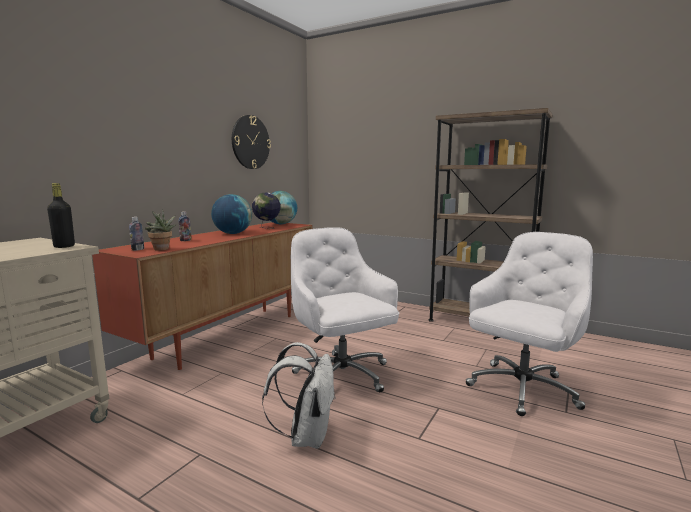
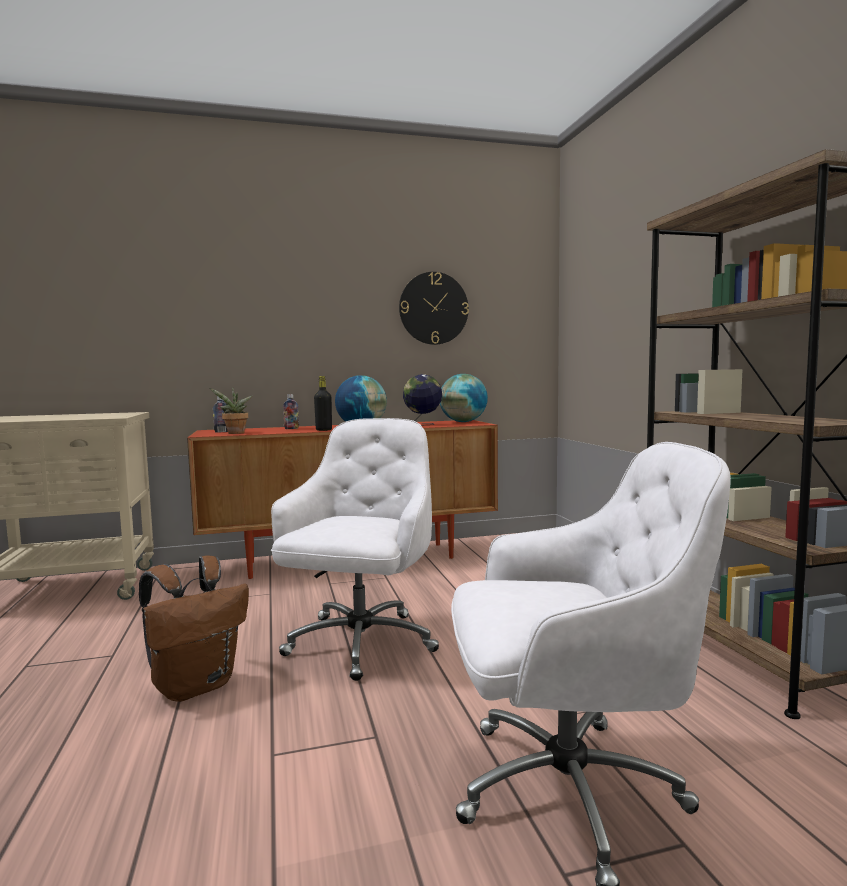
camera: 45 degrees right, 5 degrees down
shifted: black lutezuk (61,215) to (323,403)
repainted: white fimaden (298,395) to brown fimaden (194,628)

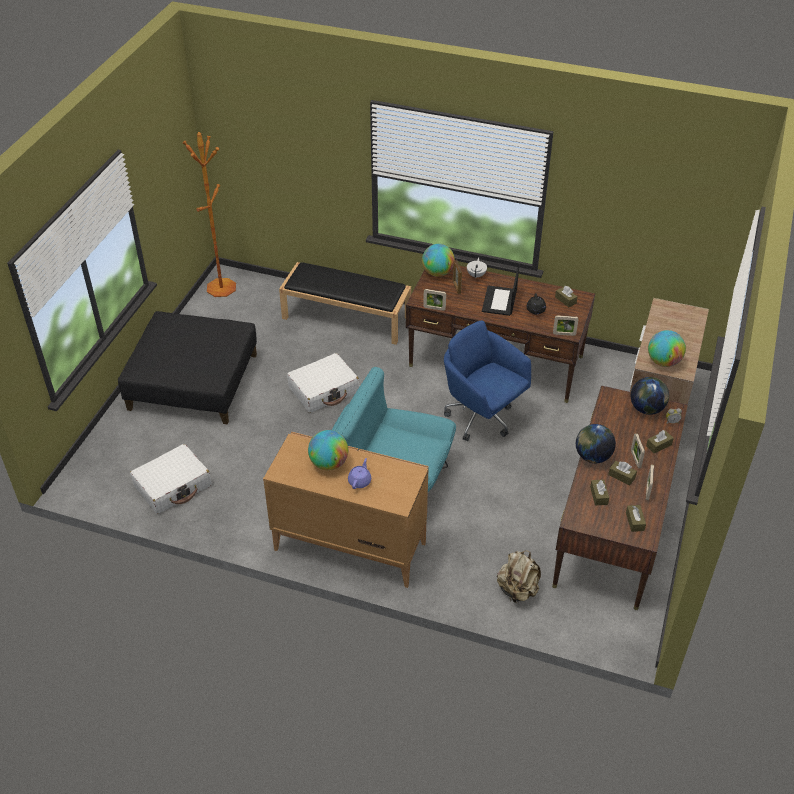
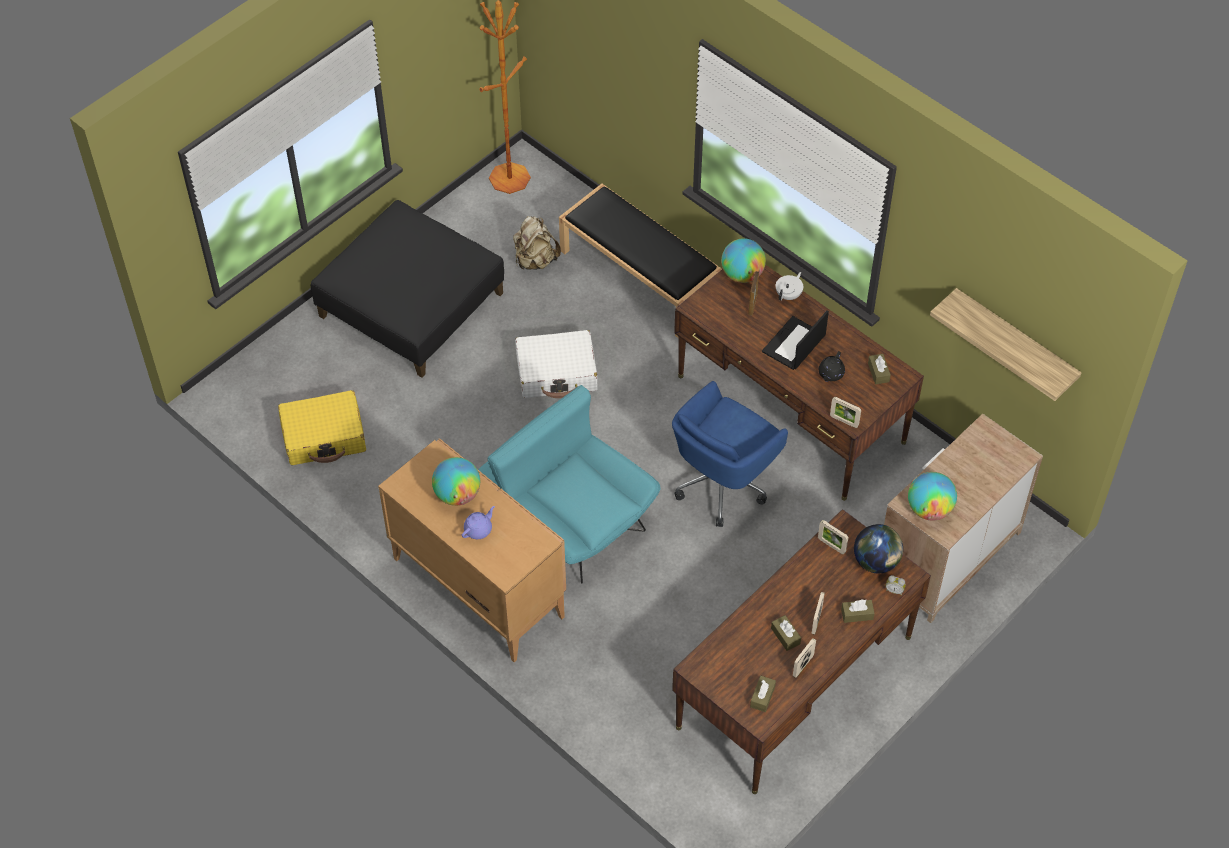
camera: 25 degrees right, 10 degrees up
gone: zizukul (596,443); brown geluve (599,493)
new: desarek (1006,344)
shifted: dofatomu (434,300) to (833,537); beige fimaden (519,576) to (537,243)
repainted: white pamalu (170,479) to yellow pamalu (322,427)
rotated: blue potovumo (487,381) = (730,454) 120 degrees counterclockwise

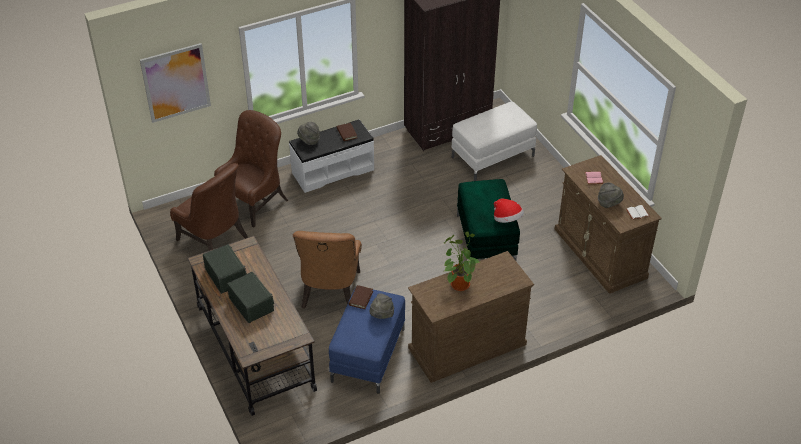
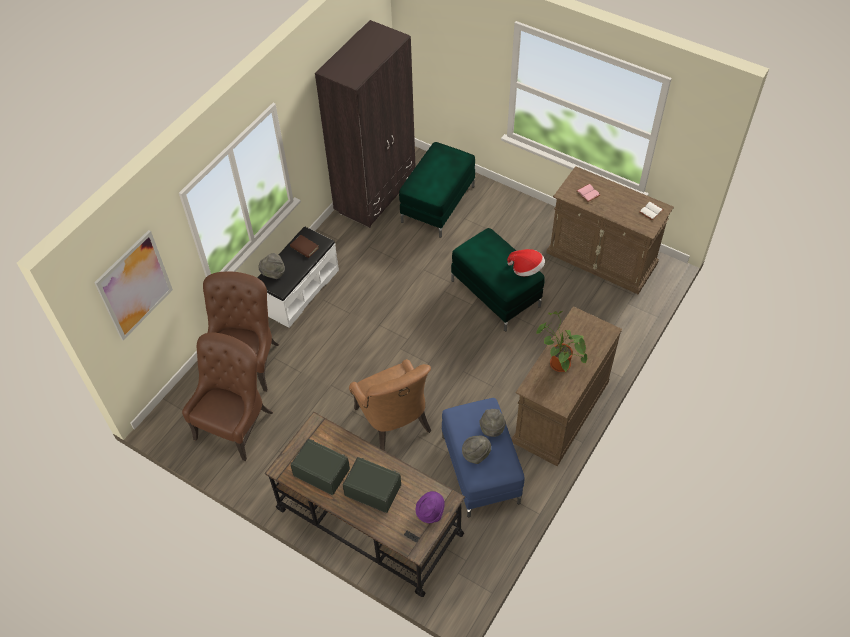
camera: 30 degrees left, 10 degrees up
gone: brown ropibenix (361,297)
new: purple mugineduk (430,507)
shifted: grey mugineduk (611,195) to (476,450)
repainted: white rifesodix (494,141) to green rifesodix (437,190)
rotated: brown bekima (209,207) = (227,396) 75 degrees counterclockwise

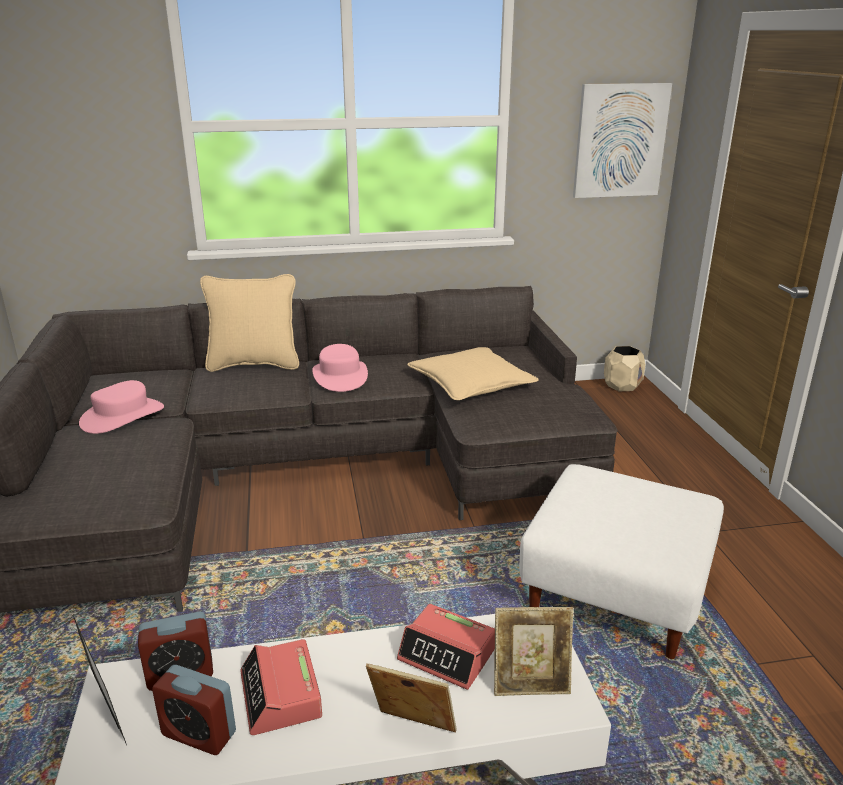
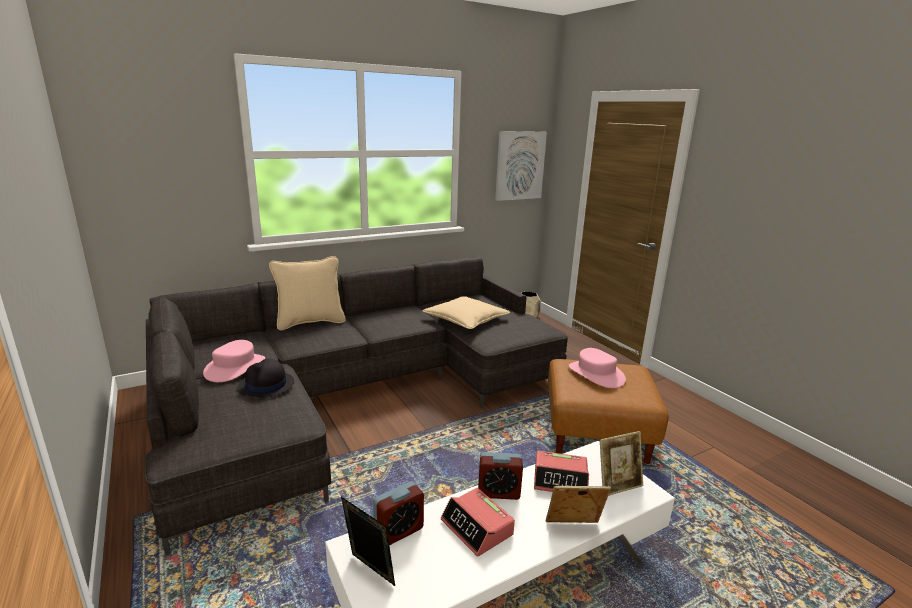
camera: 20 degrees left, 5 degrees down
new: black mugineduk (265,378)
shifted: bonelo (194,710) to (500,476); pink mugineduk (340,368) to (597,368)
repainted: white rifesodix (621,561) to brown rifesodix (608,411)

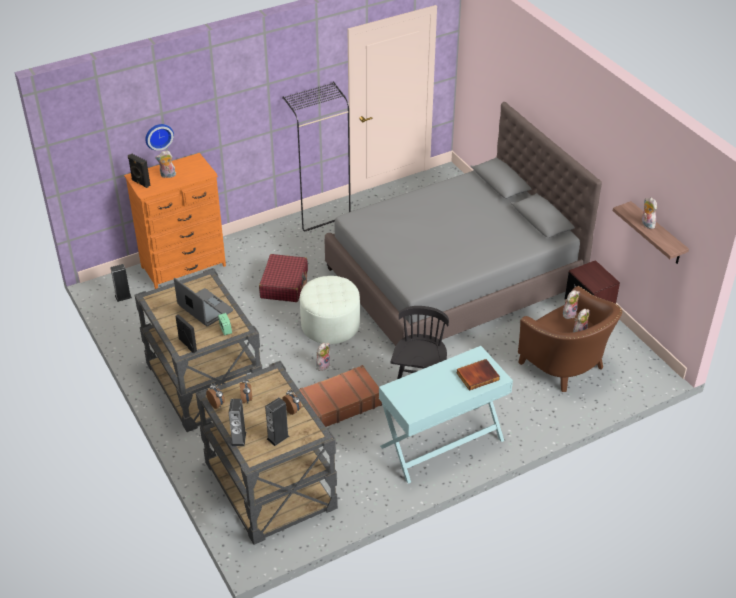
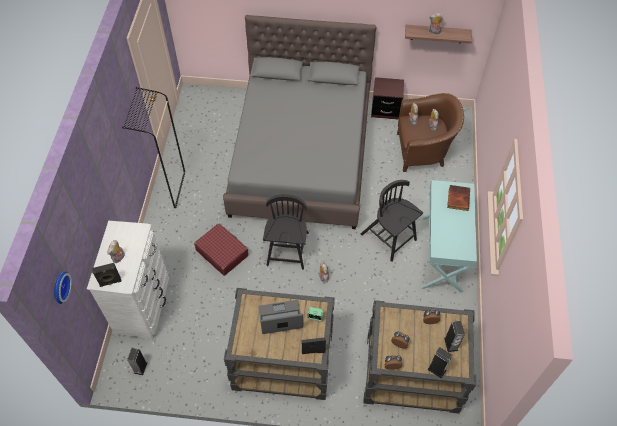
camera: 55 degrees left, 15 degrees up
gone: brown pamalu (340,396)
shifted: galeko (159,137) to (63,287)
swapped: white rifesodix (330,310) to black bekima (286,232)
repainted: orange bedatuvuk (175,221) to white bedatuvuk (128,280)

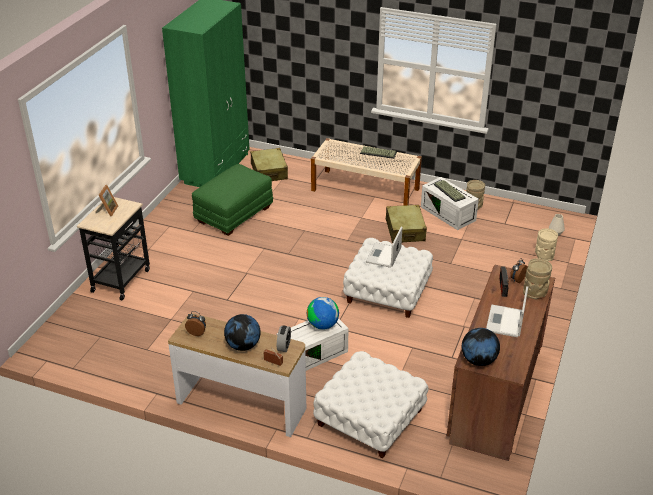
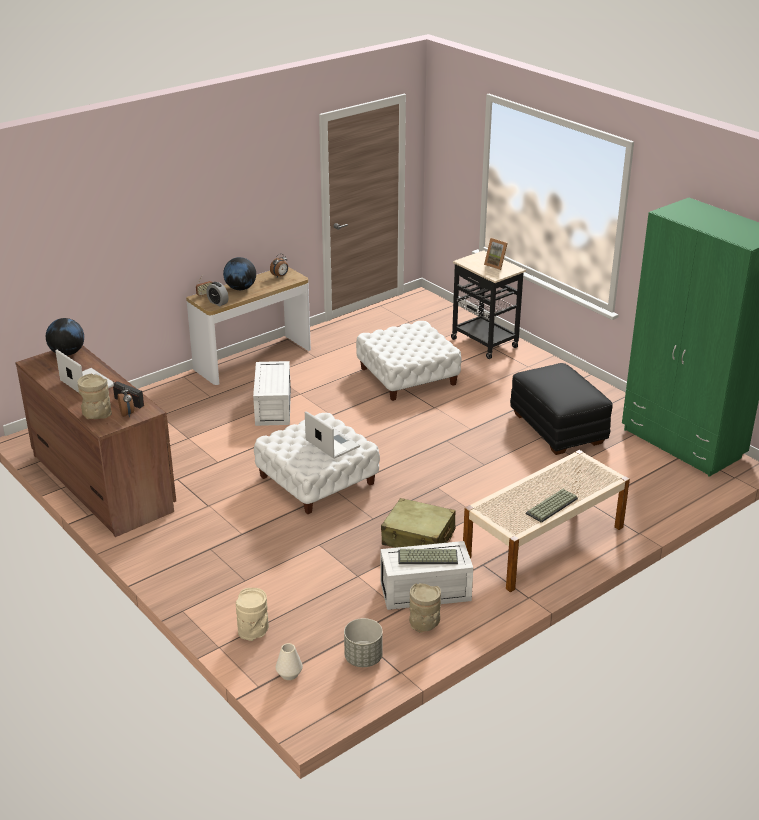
camera: 120 degrees right, 5 degrees down
gone: beige pamalu (269,164); zizukul (323,313)
new: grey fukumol (363,642)
shifted: white rifesodix (370,404) to (409,361)
repainted: green rifesodix (232,200) to black rifesodix (561,409)

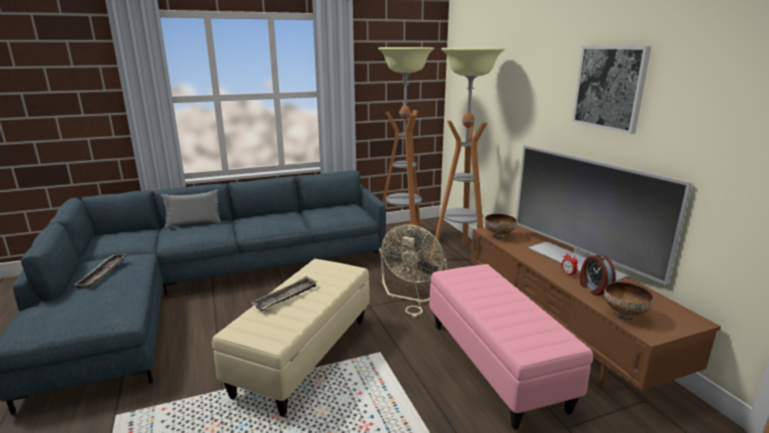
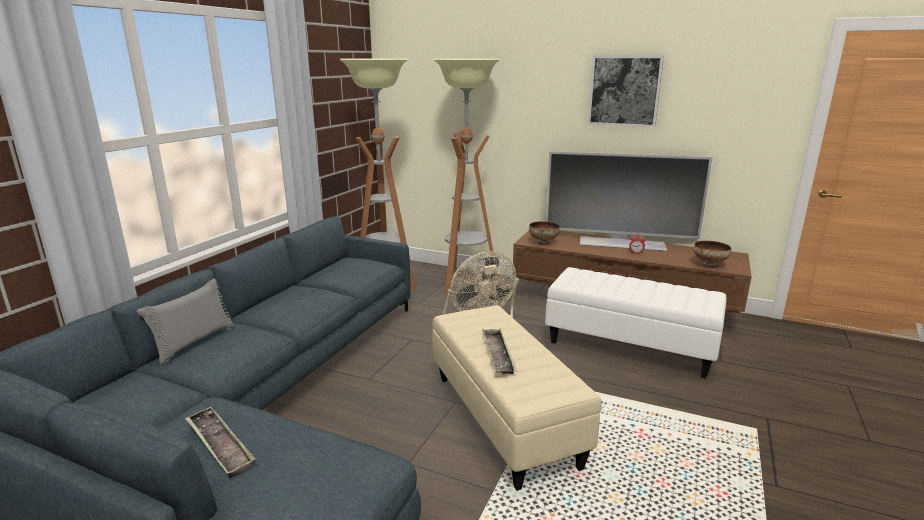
camera: 45 degrees left, 0 degrees up
gone: bonelo (598,275)
repainted: pink rifesodix (511,347) to white rifesodix (636,322)

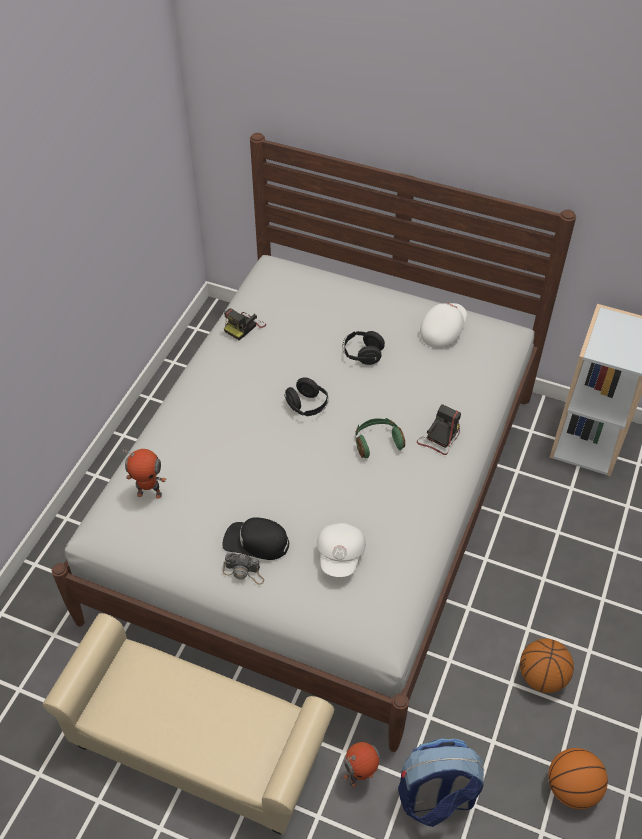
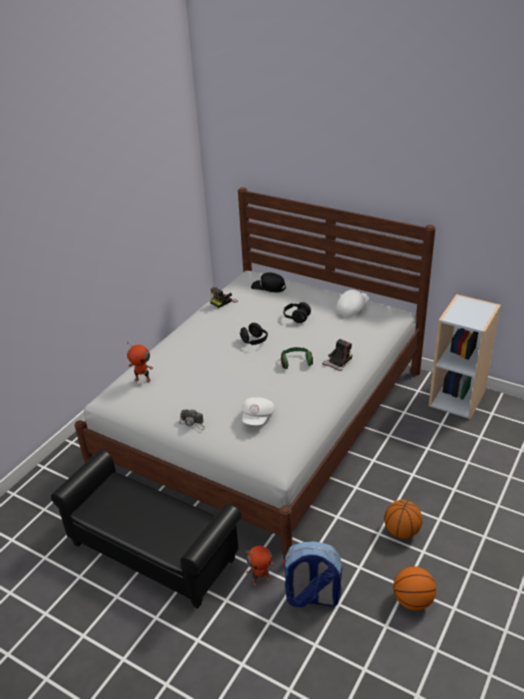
camera: 10 degrees right, 15 degrees down
shifted: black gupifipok (255,538) to (268,282)
repainted: beige rifesodix (188,724) to black rifesodix (146,528)

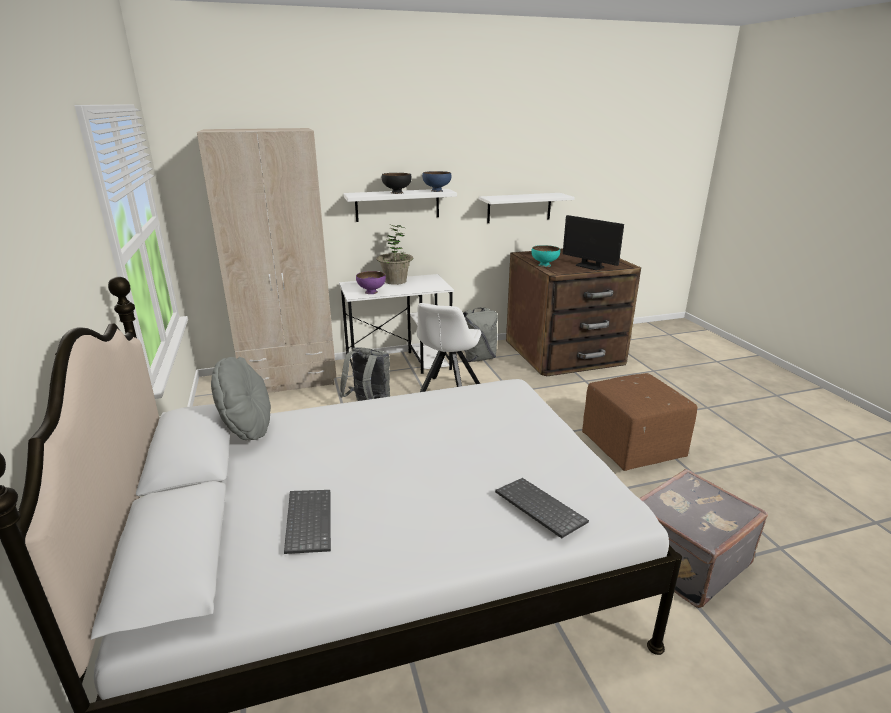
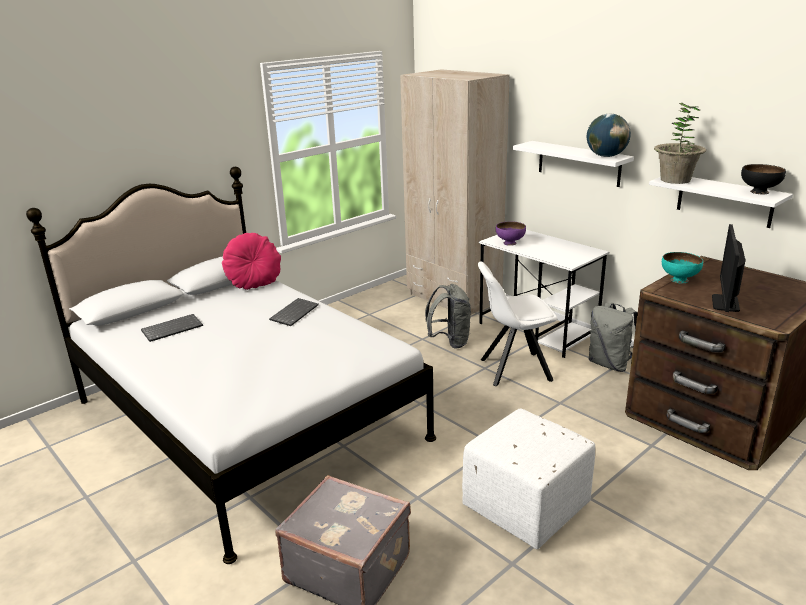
camera: 65 degrees right, 0 degrees up
shifted: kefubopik (394,255) to (680,143); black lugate (397,183) to (763,179); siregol (542,508) to (294,312)
swapped: blue lugate (437,181) to zizukul (609,135)
repainted: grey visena (241,398) to pink visena (251,261); brown rifesodix (639,422) to white rifesodix (528,479)

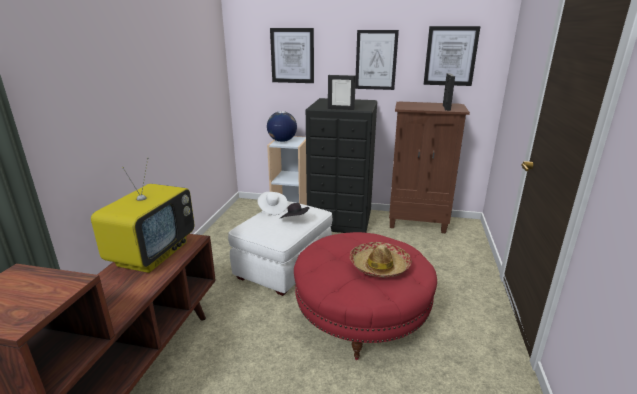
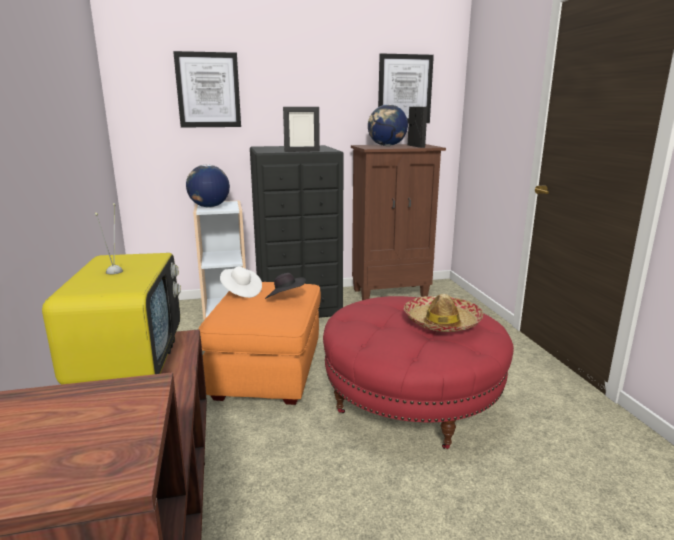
camera: 25 degrees left, 5 degrees down
gone: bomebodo (377,60)
new: zizukul (388,125)
repainted: white rifesodix (280,248) to orange rifesodix (260,343)

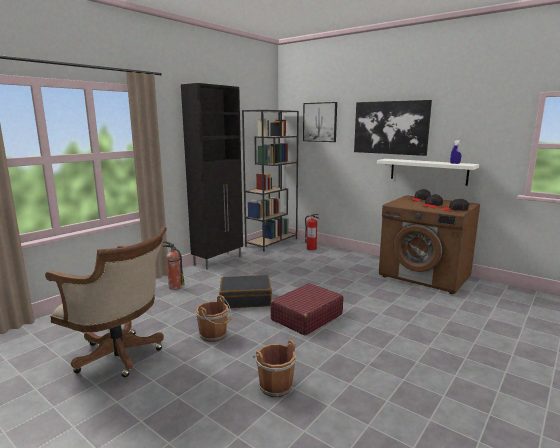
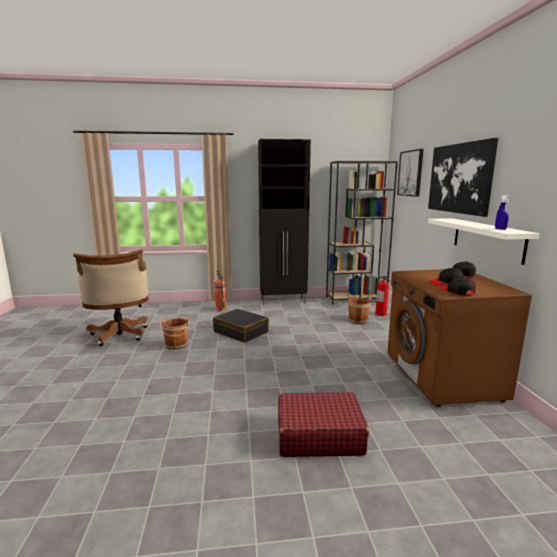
camera: 45 degrees right, 0 degrees up
shifted: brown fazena (274,368) to (359,310); red pamalu (307,309) to (323,424)

